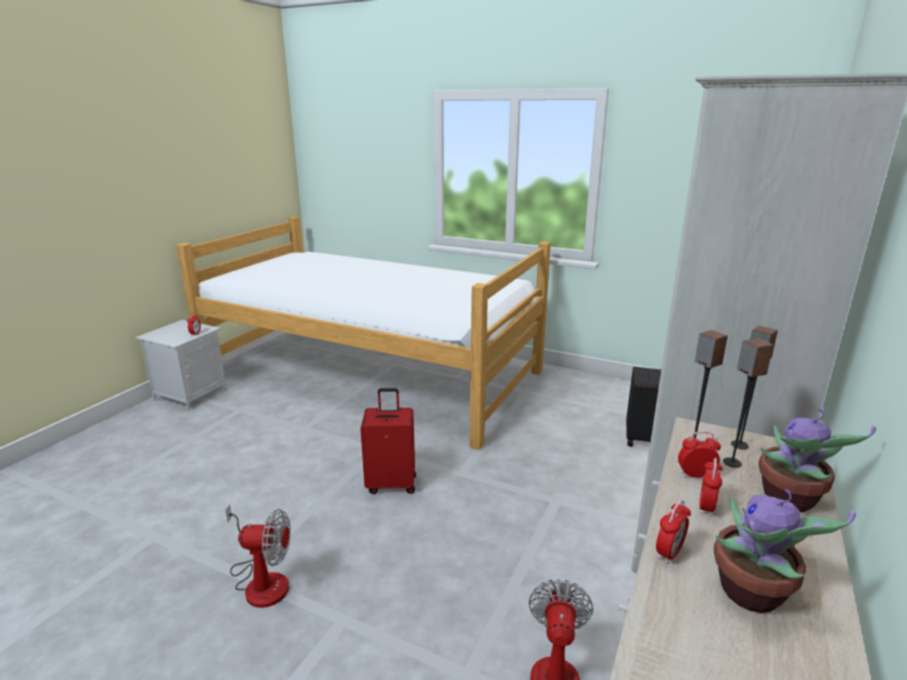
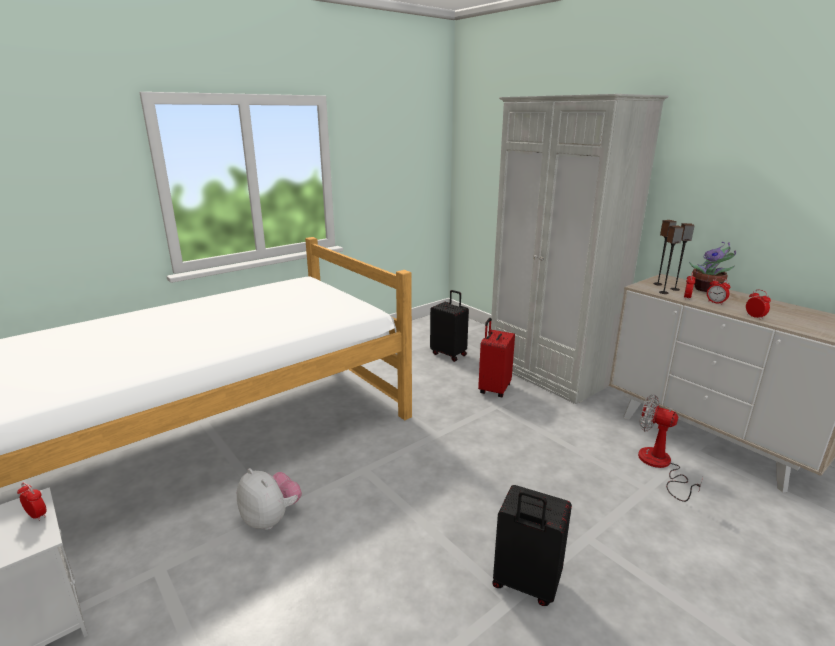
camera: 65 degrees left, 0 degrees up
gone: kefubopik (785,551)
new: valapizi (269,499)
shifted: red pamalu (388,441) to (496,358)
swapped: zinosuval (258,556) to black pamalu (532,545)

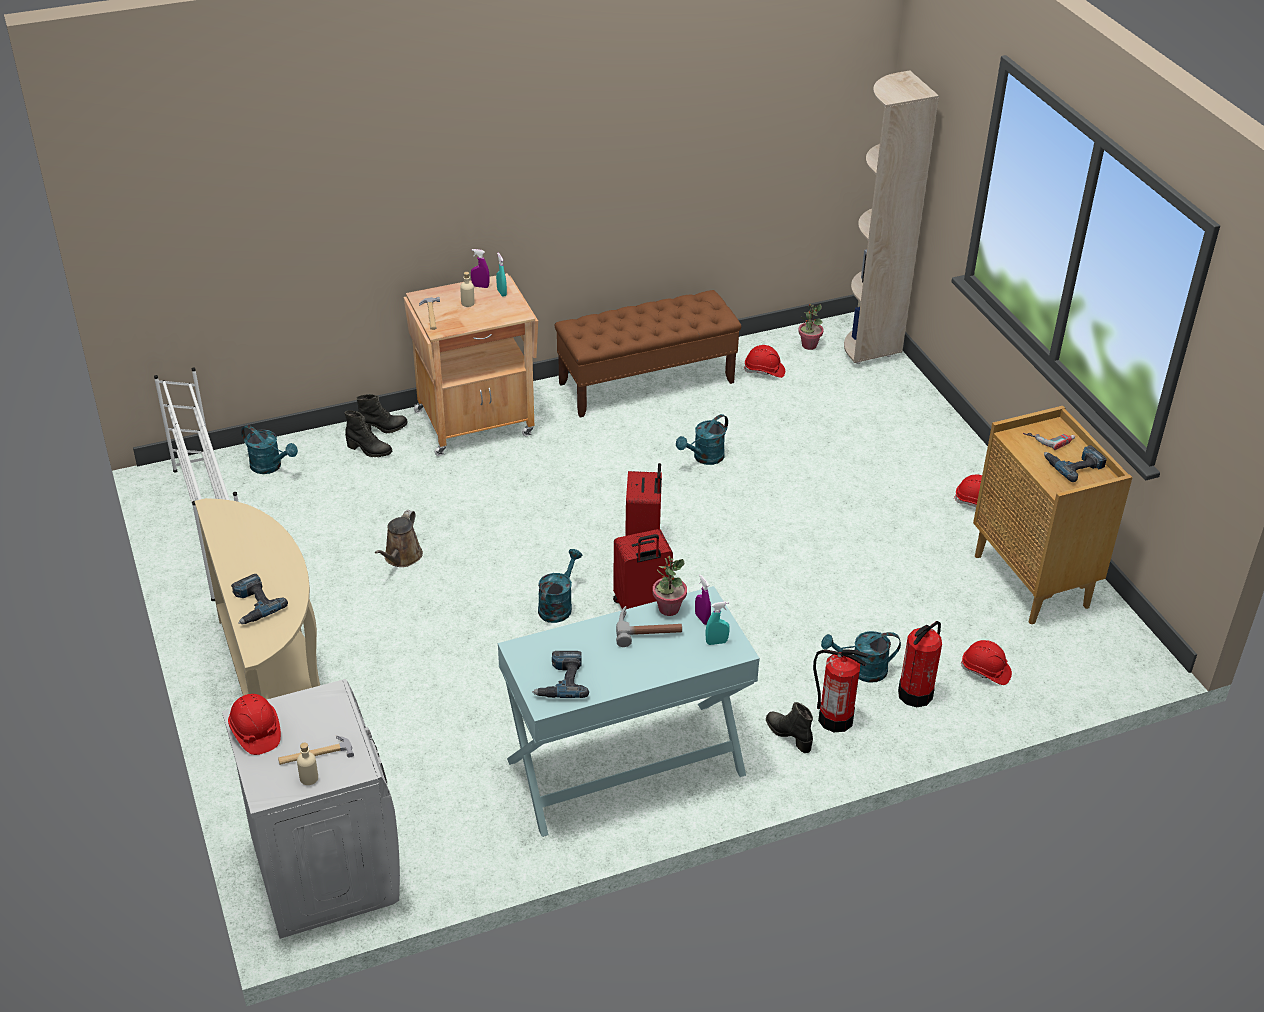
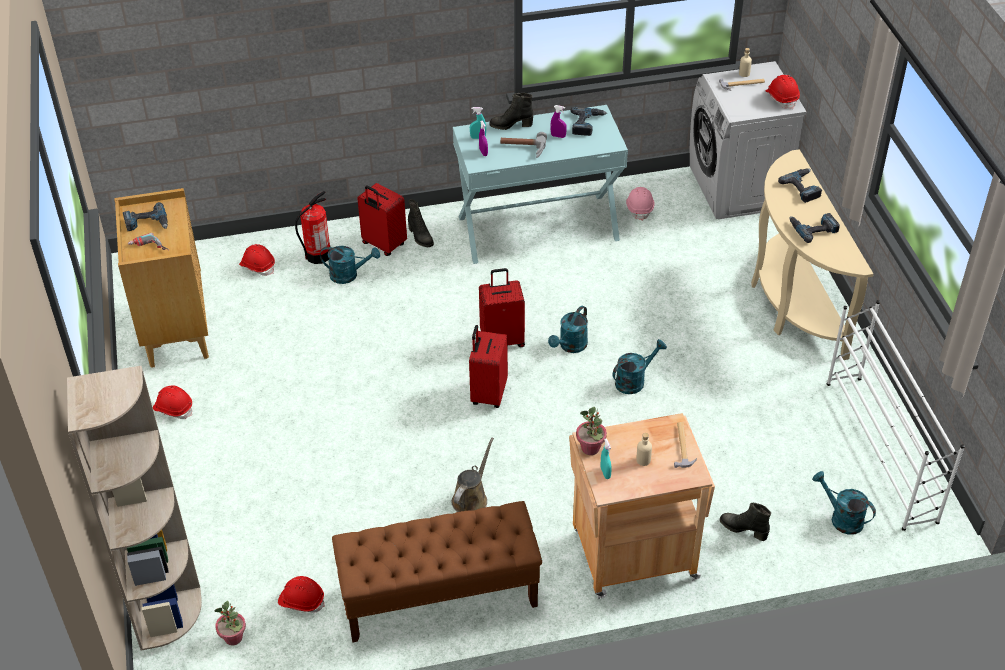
camera: 170 degrees left, 5 degrees up
new: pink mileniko (640,204); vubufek (815,228)
shifted: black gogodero (382,413) to (511,111); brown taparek (399,538) to (473,475); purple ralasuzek (480,268) to (558,121); kefubopik (670,586) to (591,431); turquoise taparek (702,439) to (640,366)
swapped: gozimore (840,690) to red pamalu (382,219)

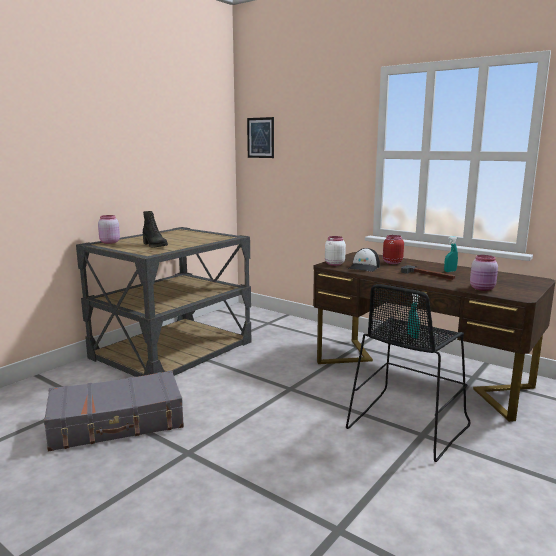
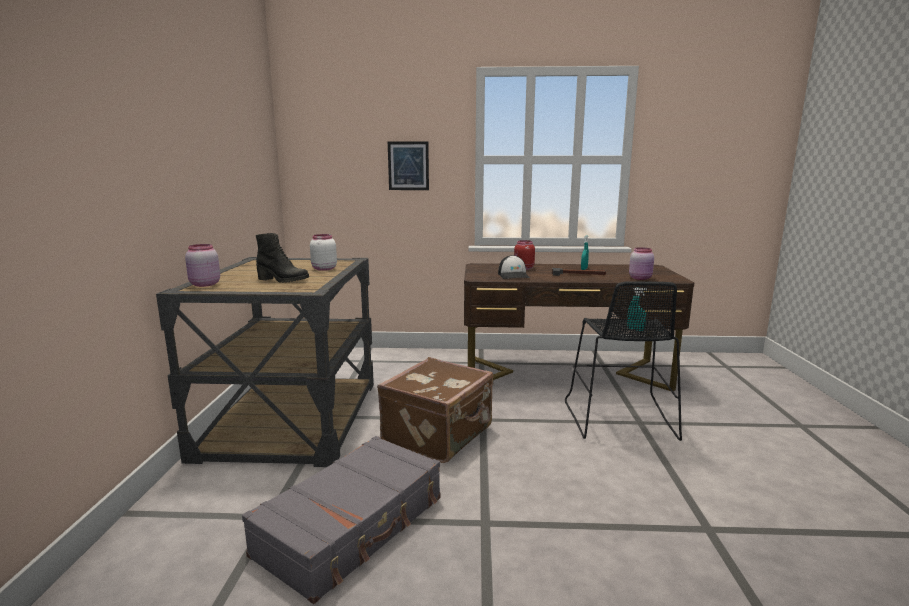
camera: 35 degrees left, 0 degrees up
new: brown pamalu (435,410)
shifted: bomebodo (260,137) to (408,165); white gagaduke (335,251) to (323,252)

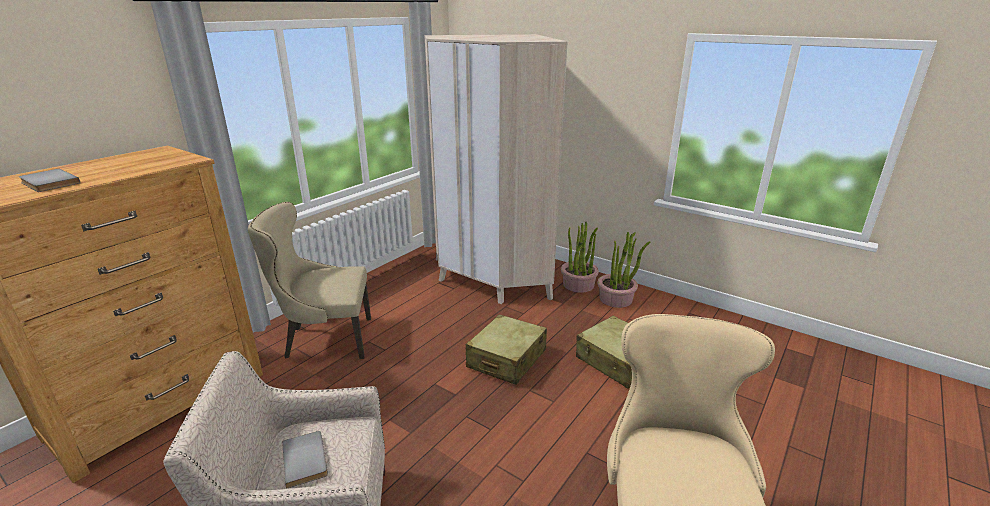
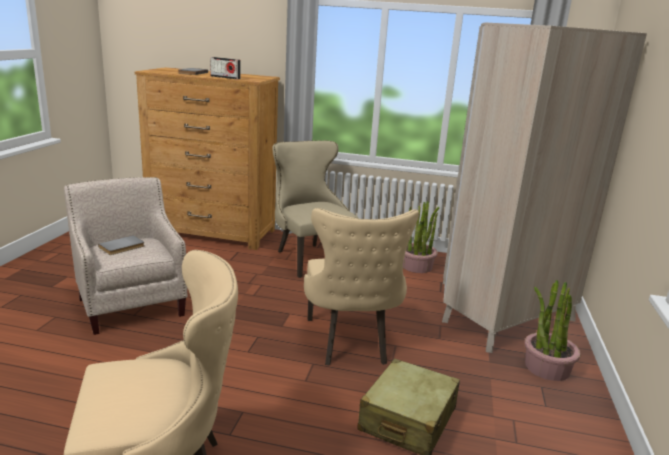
camera: 65 degrees right, 5 degrees down
new: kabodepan (225,68)
shifted: kefubopik (623,270) to (421,237)
swapped: beige pamalu (506,349) to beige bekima (361,287)

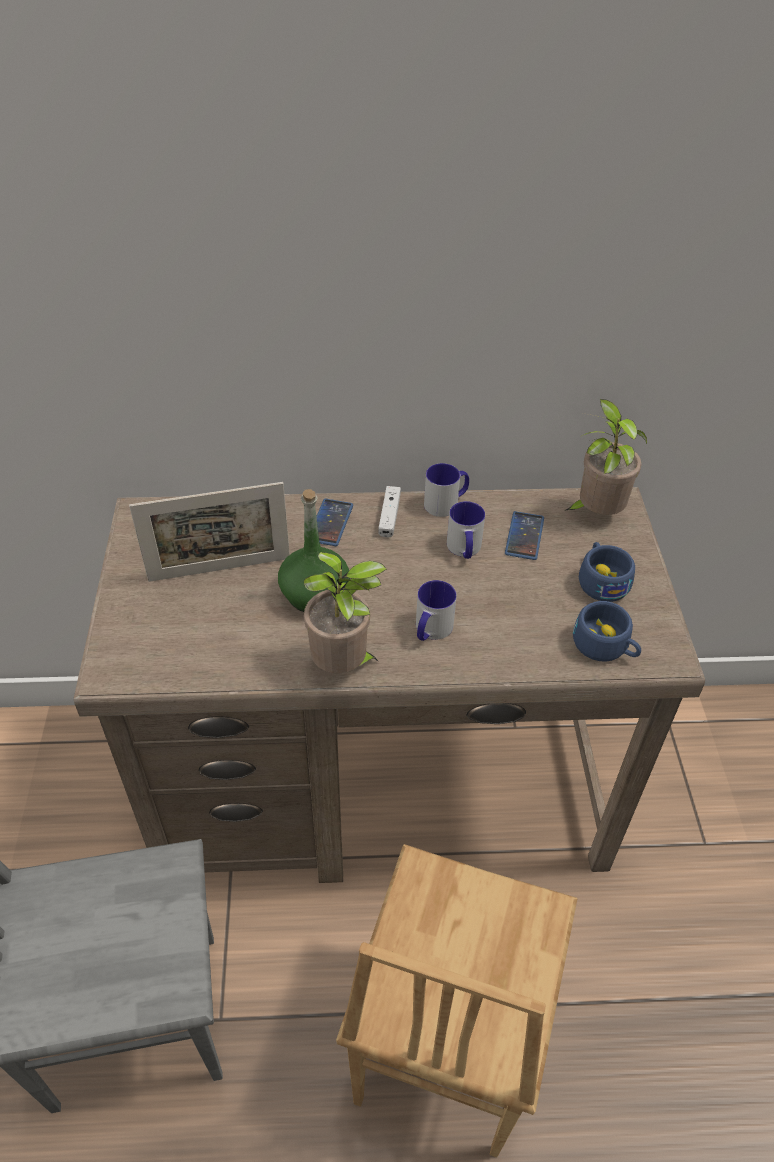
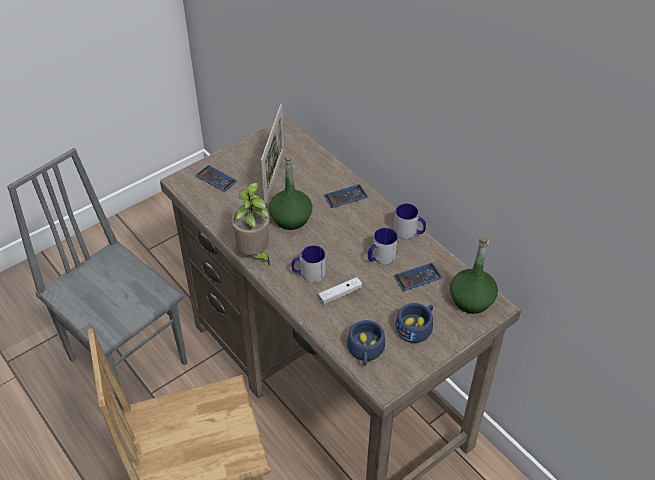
camera: 55 degrees right, 0 degrees up
new: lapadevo (216,178)
shifted: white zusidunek (389,511) to (340,290)
swapped: kefubopik (606,457) to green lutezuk (474,275)
rotated: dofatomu (209,532) = (272,154) 120 degrees counterclockwise

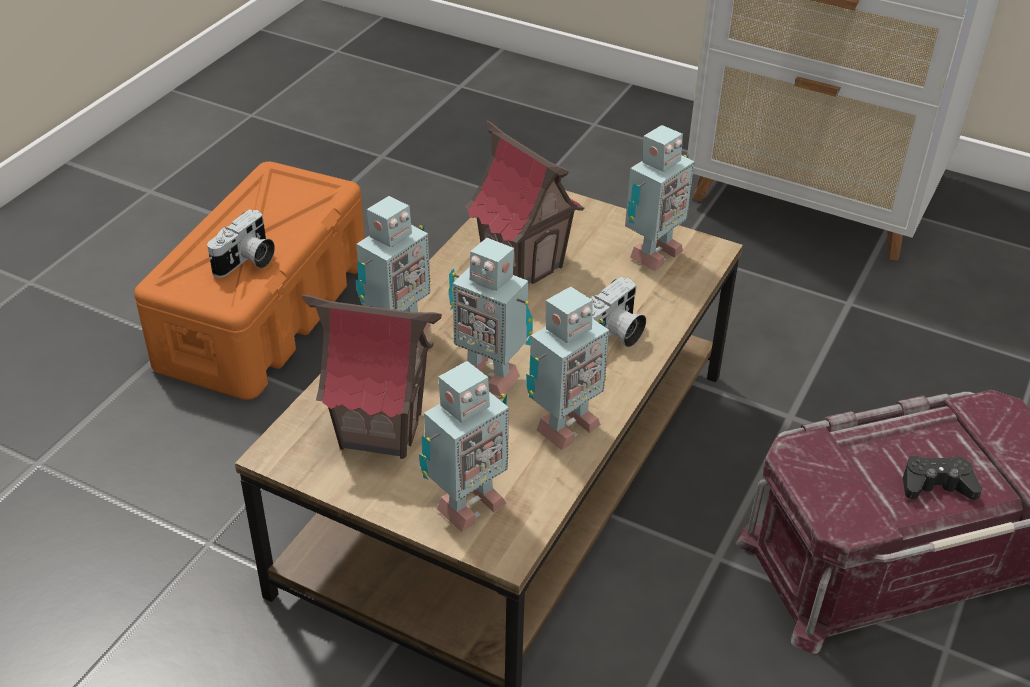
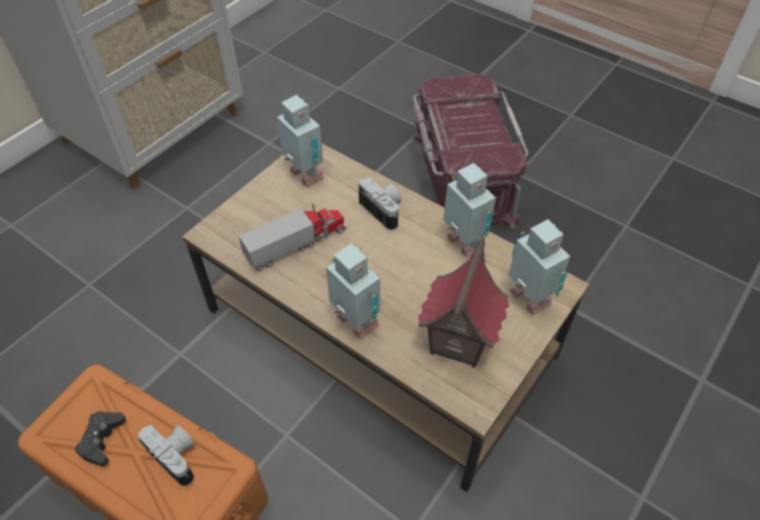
camera: 80 degrees left, 10 degrees up
gone: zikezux (491,317)
shifted: black zusidunek (942,478) to (100,438)
swapped: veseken (524,202) to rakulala (293,237)

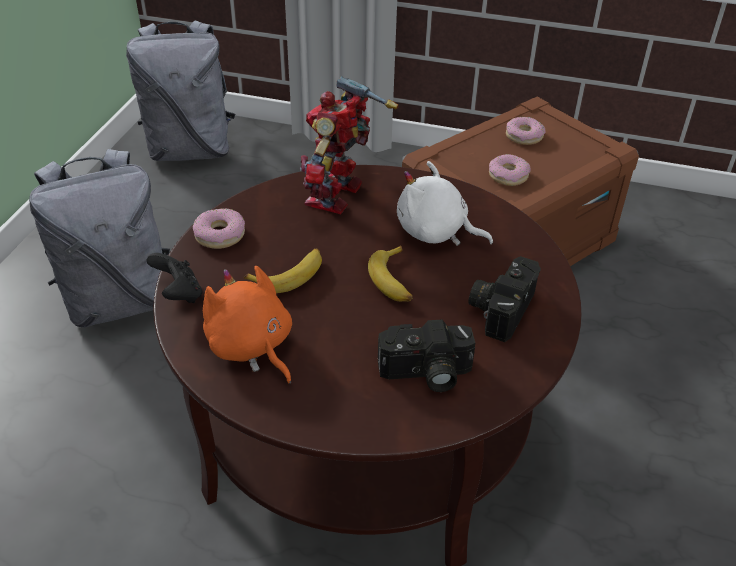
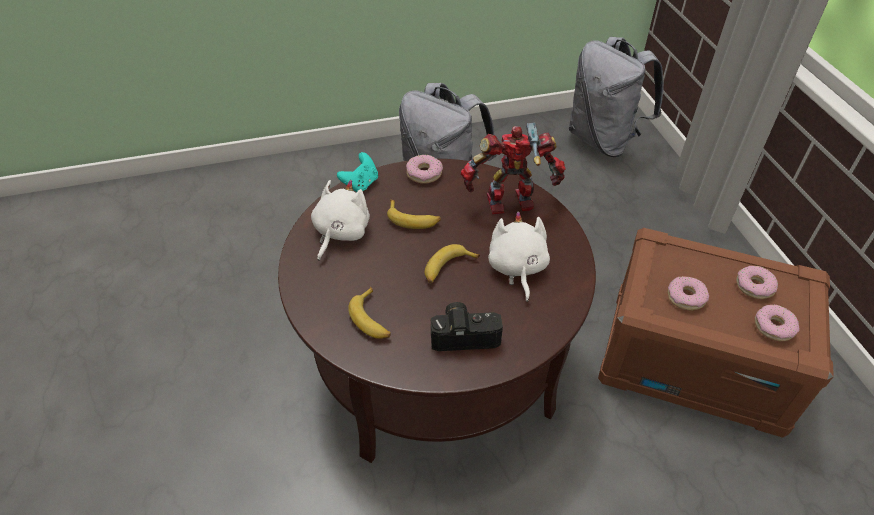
camera: 60 degrees right, 5 degrees up
new: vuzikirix (777,322)
swapped: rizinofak (426,356) to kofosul (369,313)
repainted: black zusidunek (174,278) to turquoise zusidunek (357,172); orange valapizi (247,325) to white valapizi (340,220)

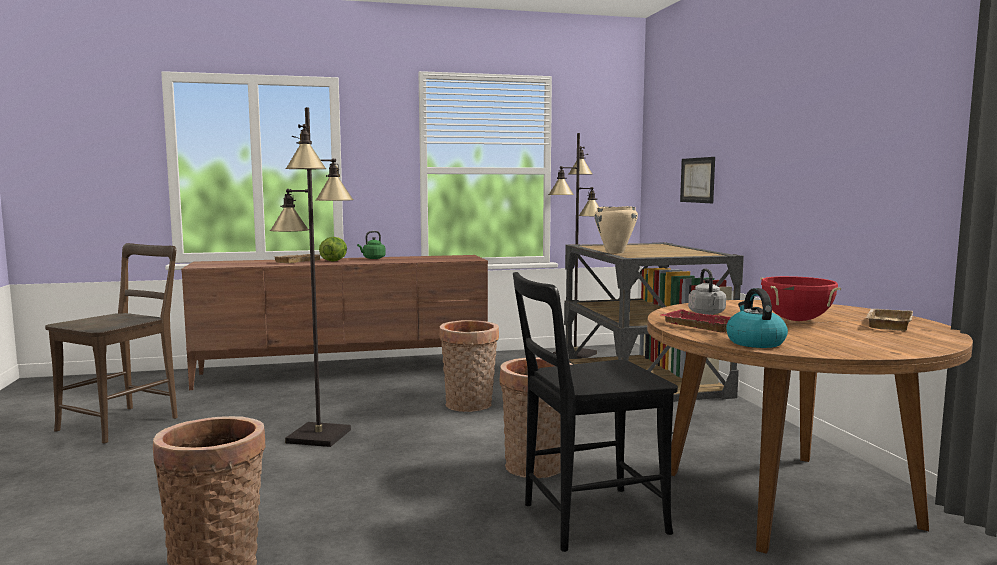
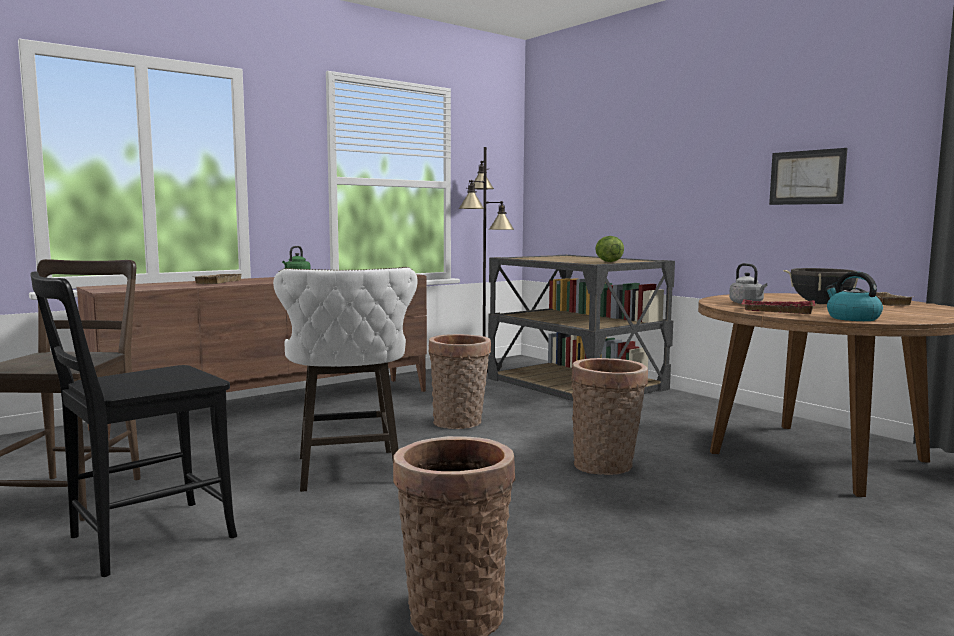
camera: 25 degrees left, 0 degrees up
gone: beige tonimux (616,230)
shifted: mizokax (333,249) to (609,249); black bekima (595,412) to (133,424); bomebodo (697,180) to (808,176)
swapped: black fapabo (312,277) to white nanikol (345,379)
repainted: red tonimux (800,298) to black tonimux (825,286)

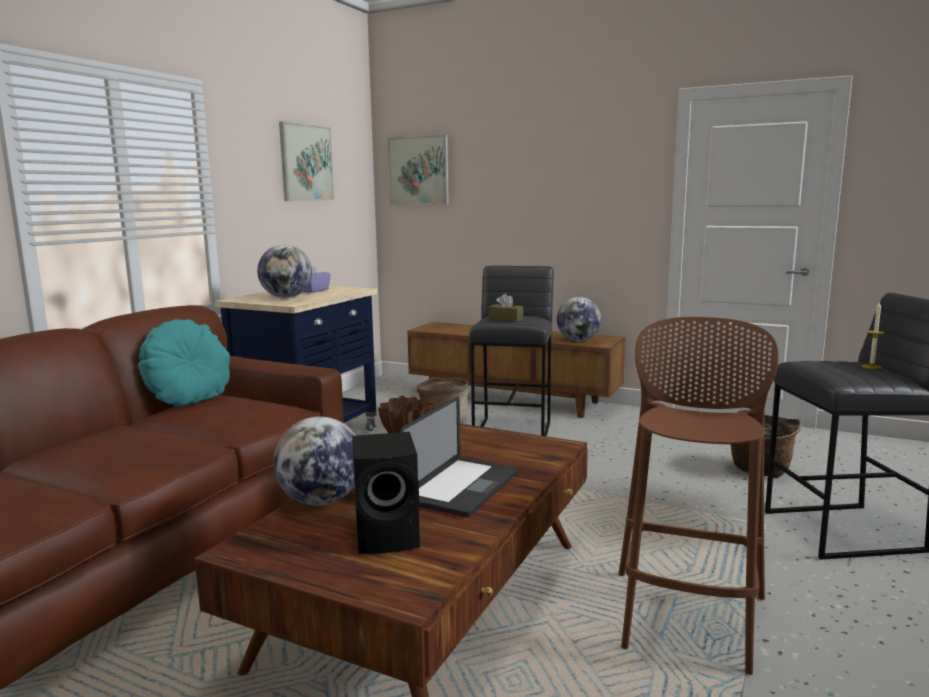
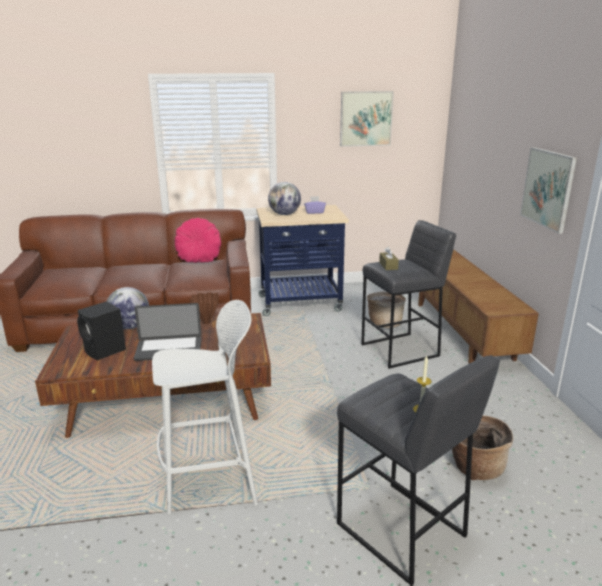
camera: 55 degrees right, 10 degrees up
gone: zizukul (579,319)
shifted: bomebodo (418,170) to (548,190)
repainted: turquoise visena (184,363) to pink visena (198,240); brown nanikol (699,496) to white nanikol (205,407)

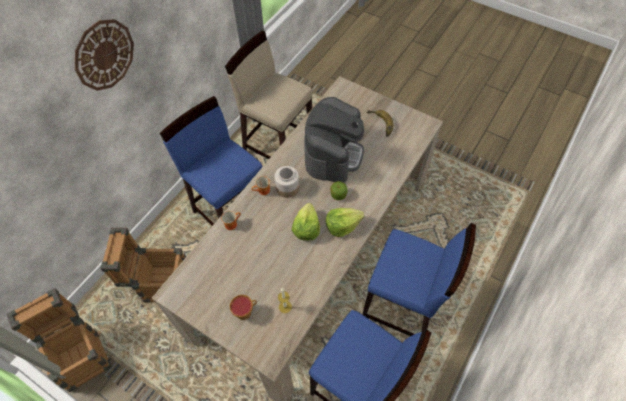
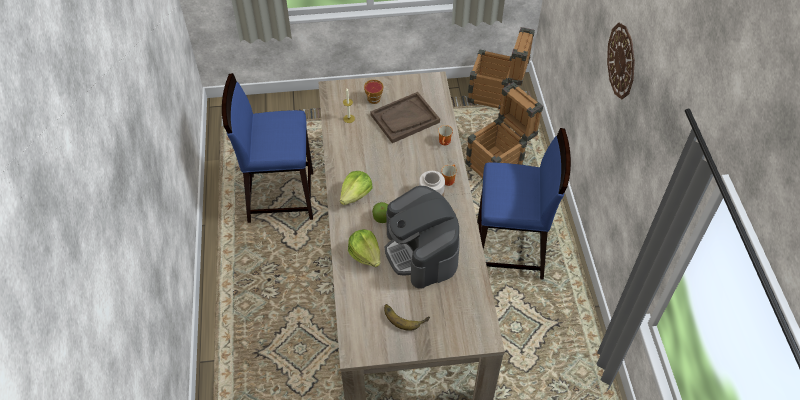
camera: 140 degrees right, 5 degrees down
gone: beige nanikol (269,95); blue nanikol (419,279)
new: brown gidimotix (405,117)
shifted: mizokax (306,222) to (364,248)

